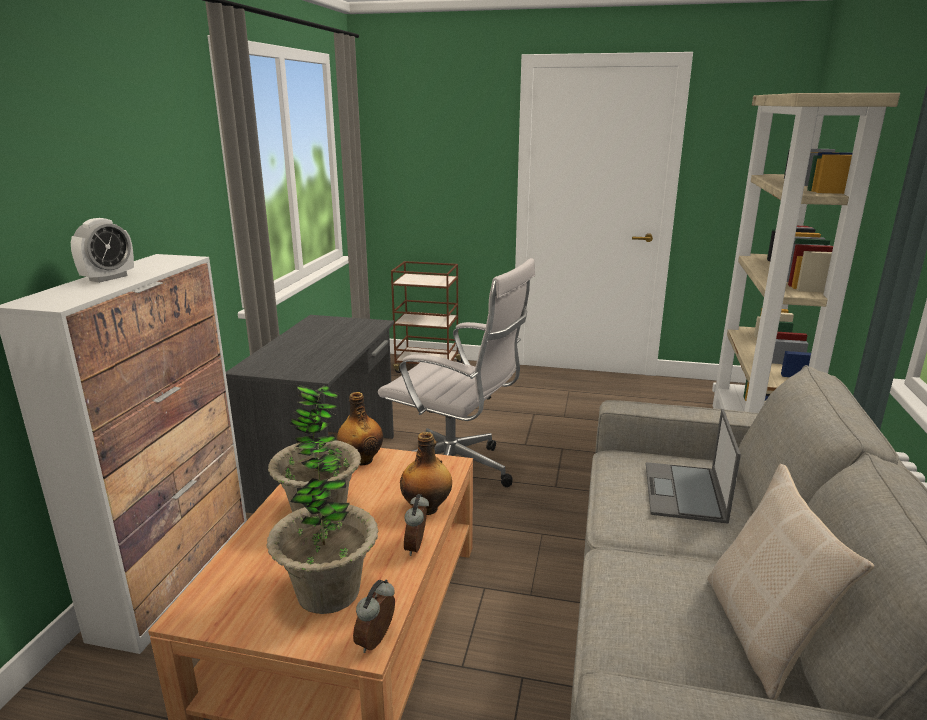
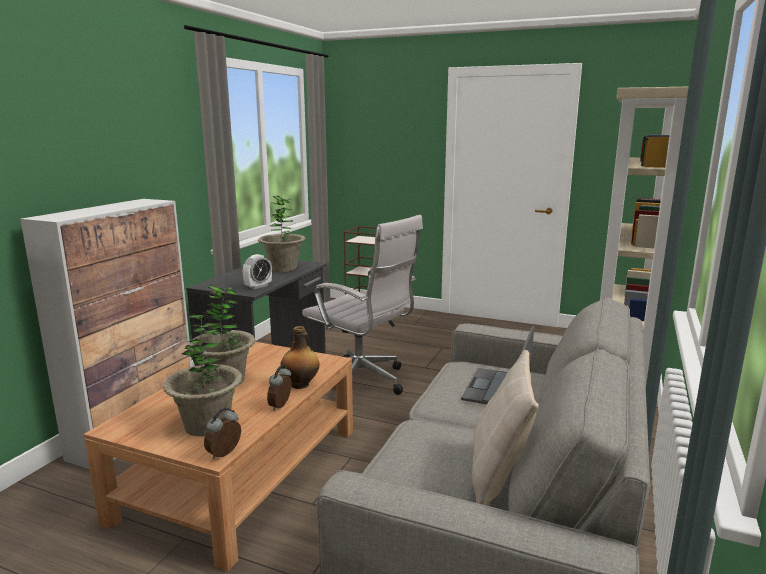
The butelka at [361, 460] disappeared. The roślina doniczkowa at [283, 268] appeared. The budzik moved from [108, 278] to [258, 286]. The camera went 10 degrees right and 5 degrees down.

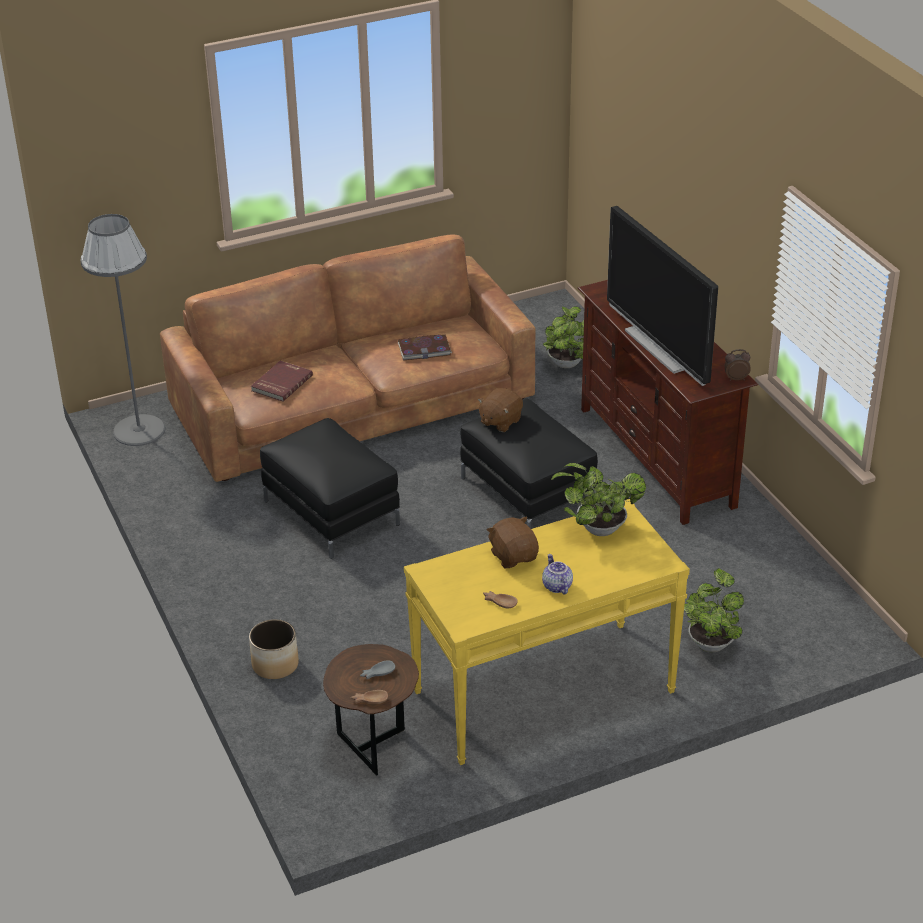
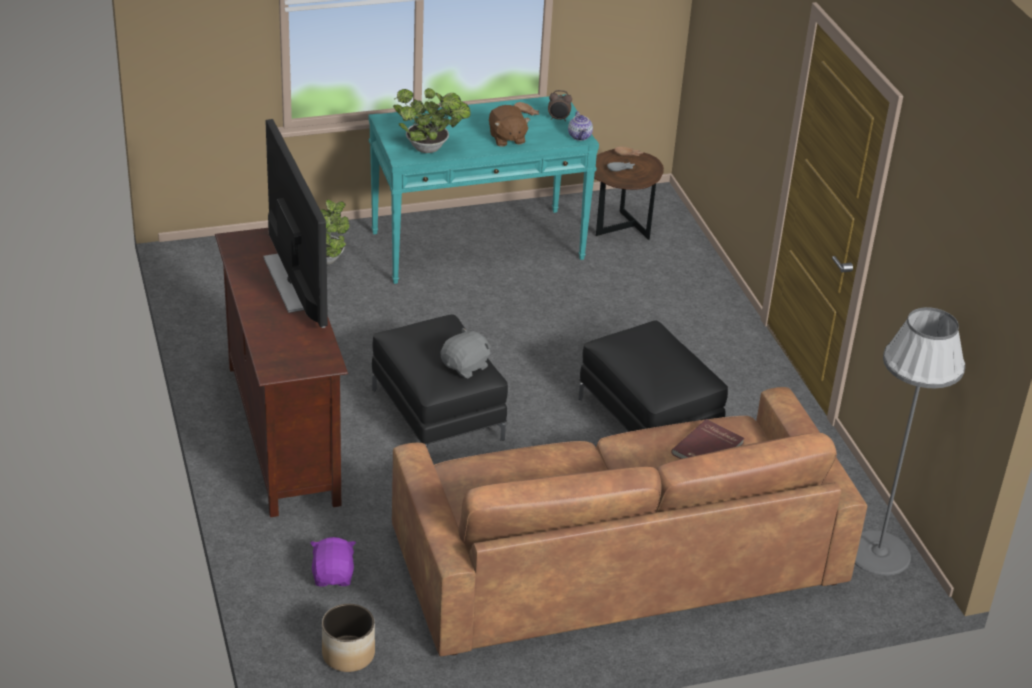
The książka at [424, 349] disappeared. The donica moved from [275, 664] to [348, 654]. The imbryk moved from [556, 586] to [580, 136]. The budzik moved from [736, 378] to [558, 119]. The roślina doniczkowa at [566, 365] was replaced by the pluszak/fioletowy at [333, 576]. The stolik konsolowy/żółty at [543, 692] became the stolik konsolowy/turkusowy at [478, 245]. The pluszak/brązowy at [500, 421] became the pluszak/szary at [466, 367]. The camera went 175 degrees left and 0 degrees up.

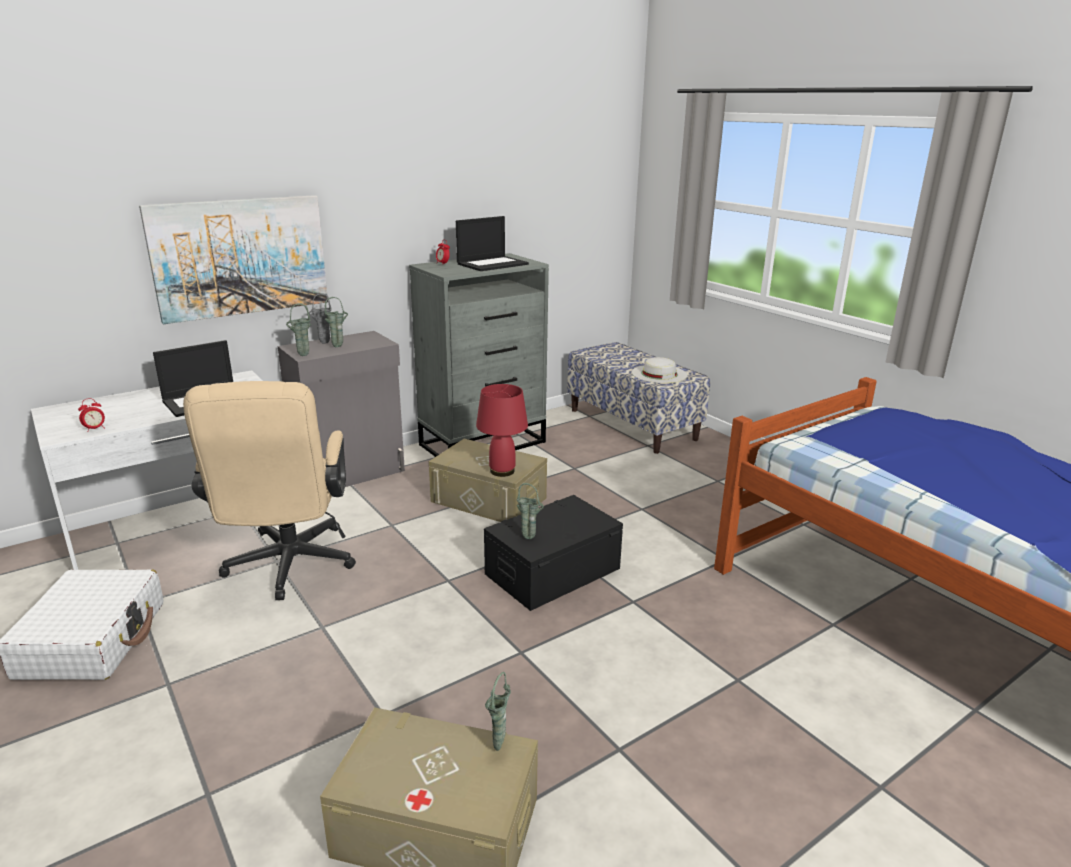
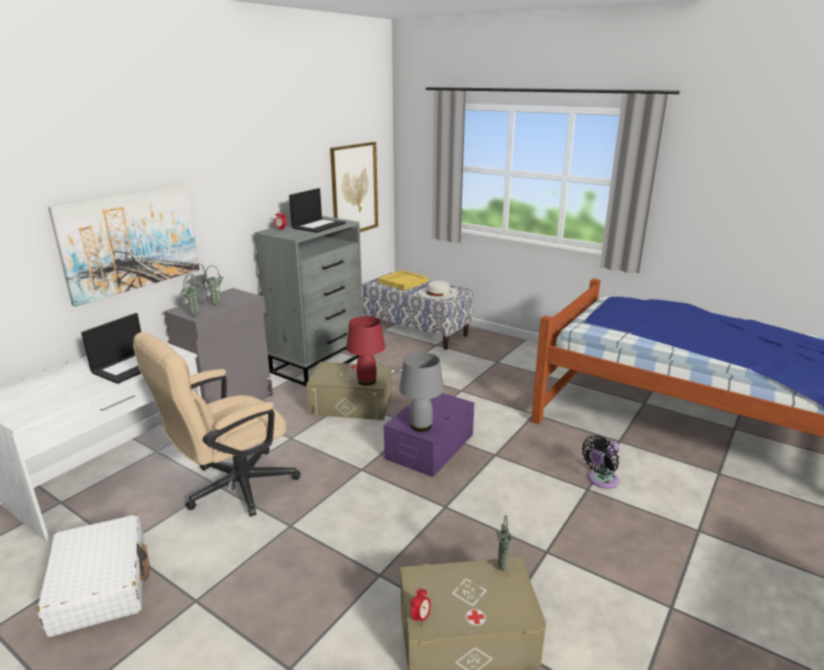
The obraz at [354, 189] appeared. The taca/żółty at [403, 282] appeared. The wentylator/czarny at [601, 480] appeared. The budzik moved from [95, 429] to [420, 617]. The wazon/zielony at [530, 539] was replaced by the lampa stołowa/szary at [421, 426]. The pojemnik do przechowywania/czarny at [552, 571] became the pojemnik do przechowywania/fioletowy at [430, 446]. The krzesło biurowe/beżowy at [288, 568] turned 75 degrees clockwise. The camera went 20 degrees left and 0 degrees up.

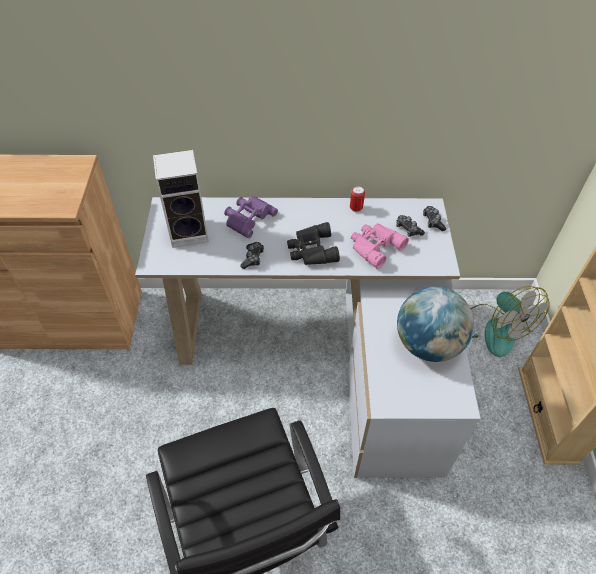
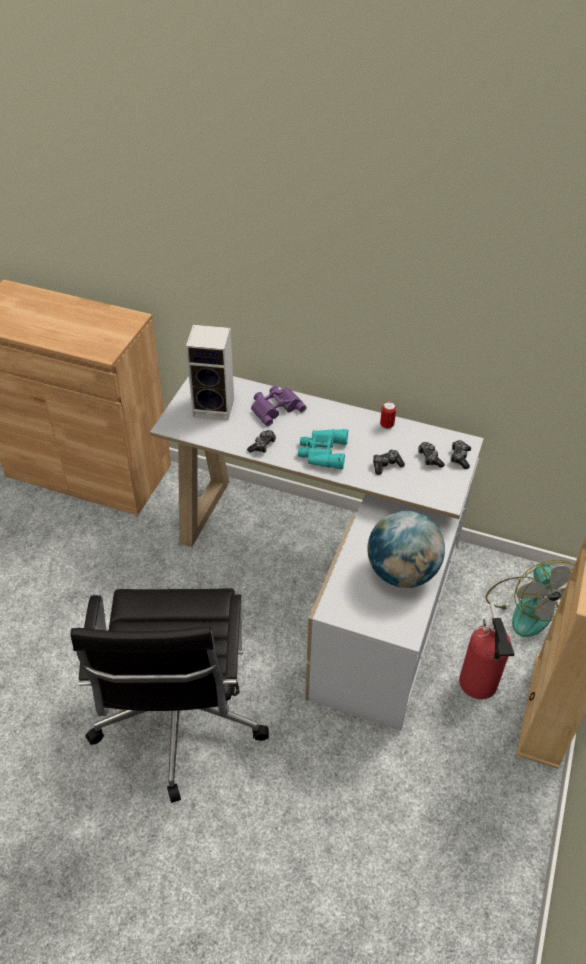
The gaśnica at [479, 686] appeared. The lornetka/różowy at [374, 246] was replaced by the pad do gier at [386, 465]. The lornetka/czarny at [311, 250] became the lornetka/turkusowy at [322, 452]. The camera went 20 degrees right and 5 degrees down.

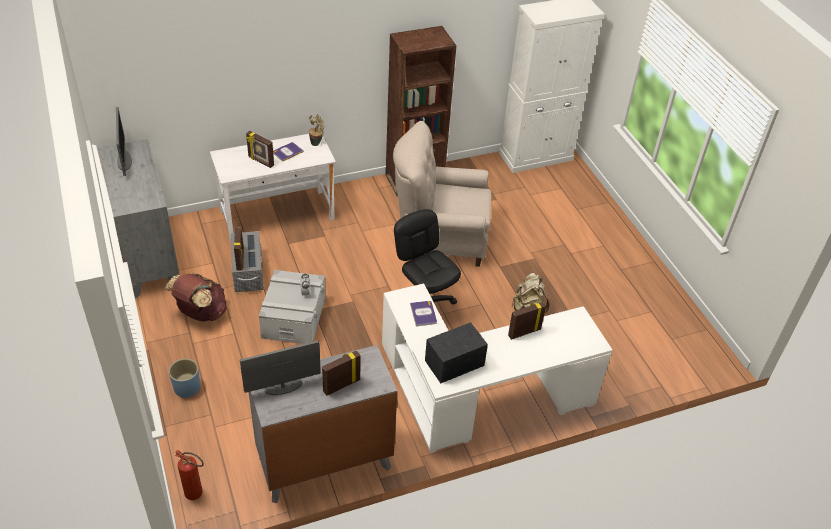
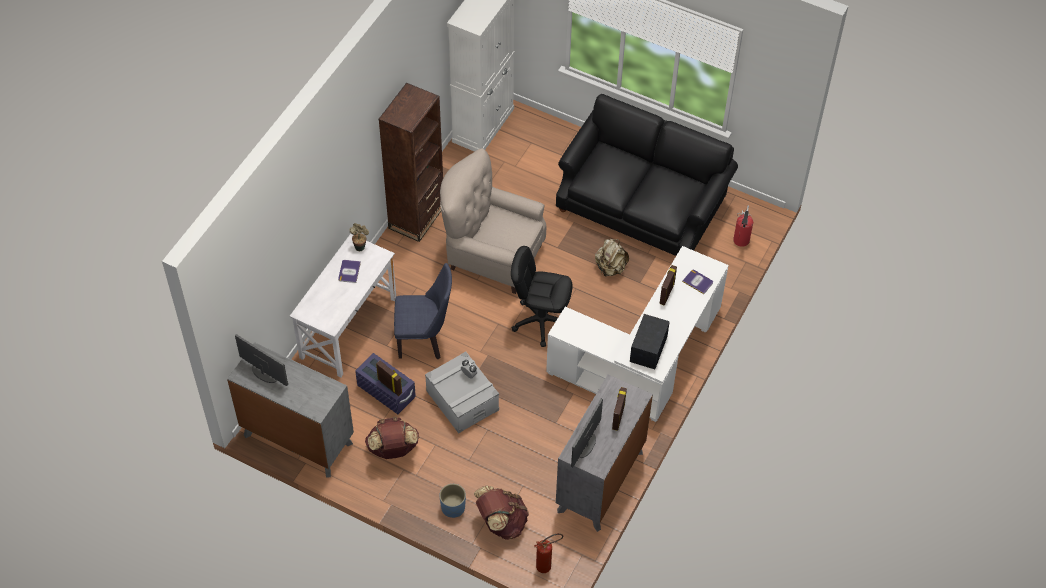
The ramka na zdjęcie at [260, 161] disappeared. The krzesło/niebieski at [425, 340] appeared. The plecak/brązowy at [501, 523] appeared. The kanapa/czarny at [641, 205] appeared. The gaśnica at [741, 241] appeared. The książka moved from [423, 313] to [698, 282]. The pojemnik do przechowywania/szary at [248, 272] became the pojemnik do przechowywania/fioletowy at [386, 391]. The fotel/beżowy at [440, 239] turned 60 degrees clockwise. The camera went 40 degrees left and 10 degrees up.

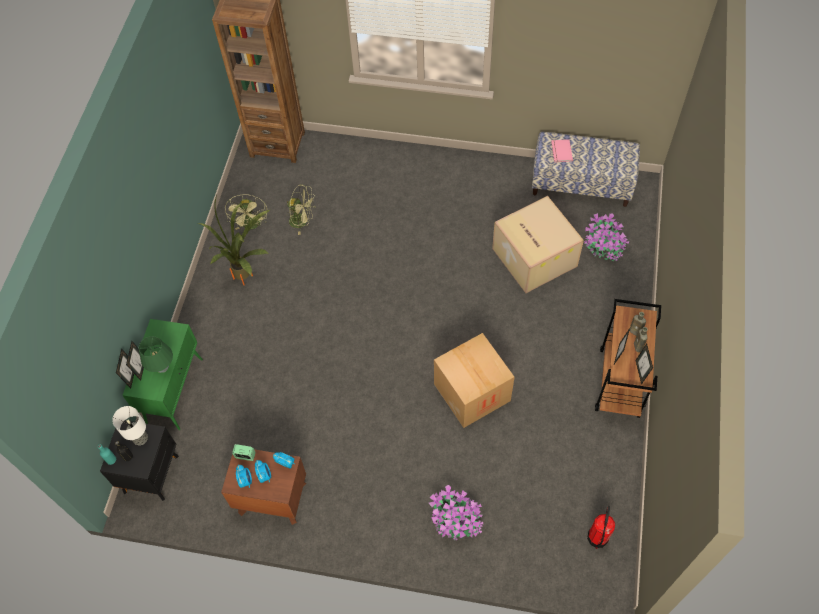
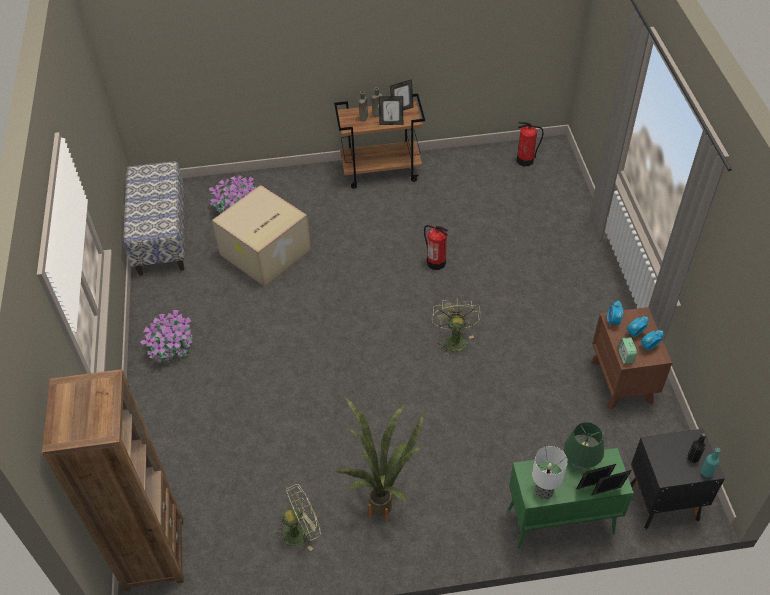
The książka/różowy at [560, 151] disappeared. The lampa stołowa moved from [140, 437] to [543, 491]. The wentylator/zielony moved from [302, 221] to [454, 339]. The roślina doniczkowa moved from [456, 520] to [171, 347]. The karton at [472, 392] was replaced by the gaśnica at [436, 262]. The camera went 110 degrees left and 10 degrees down.

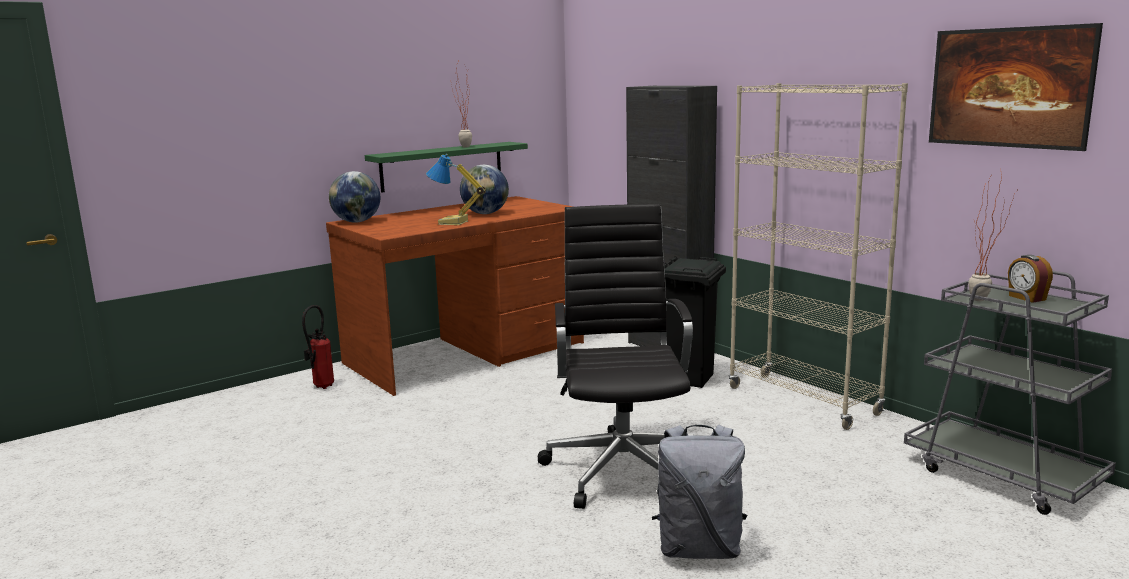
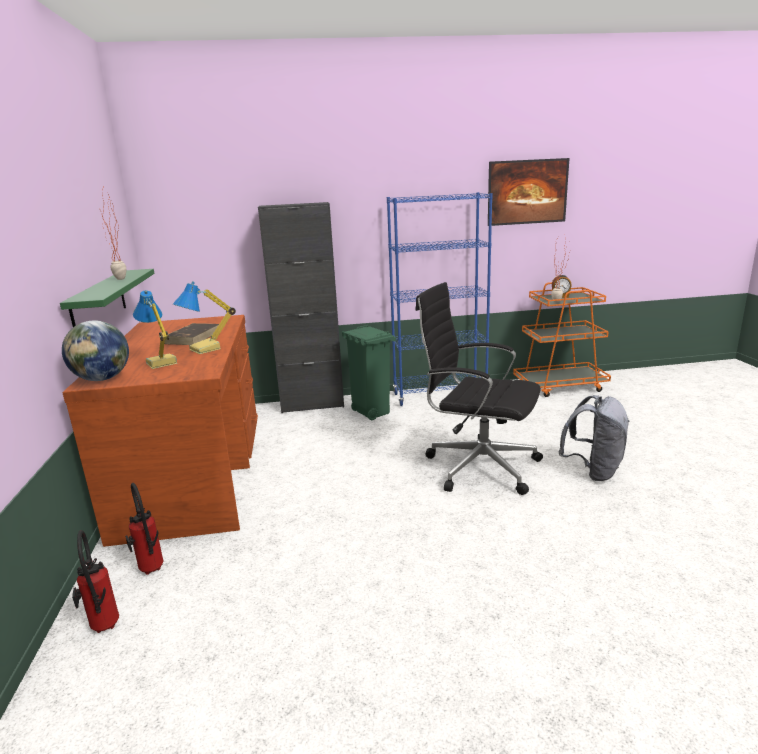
The gaśnica at [103, 629] appeared. The lampa stołowa at [160, 363] appeared. The globus at [485, 213] was replaced by the książka/brązowy at [192, 337]. The kosz na śmieci/czarny at [690, 379] became the kosz na śmieci/zielony at [371, 412]. The regał/beżowy at [803, 401] became the regał/niebieski at [440, 396]. The wózek/szary at [1003, 475] became the wózek/pomarańczowy at [560, 386]. The camera went 60 degrees left and 5 degrees up.

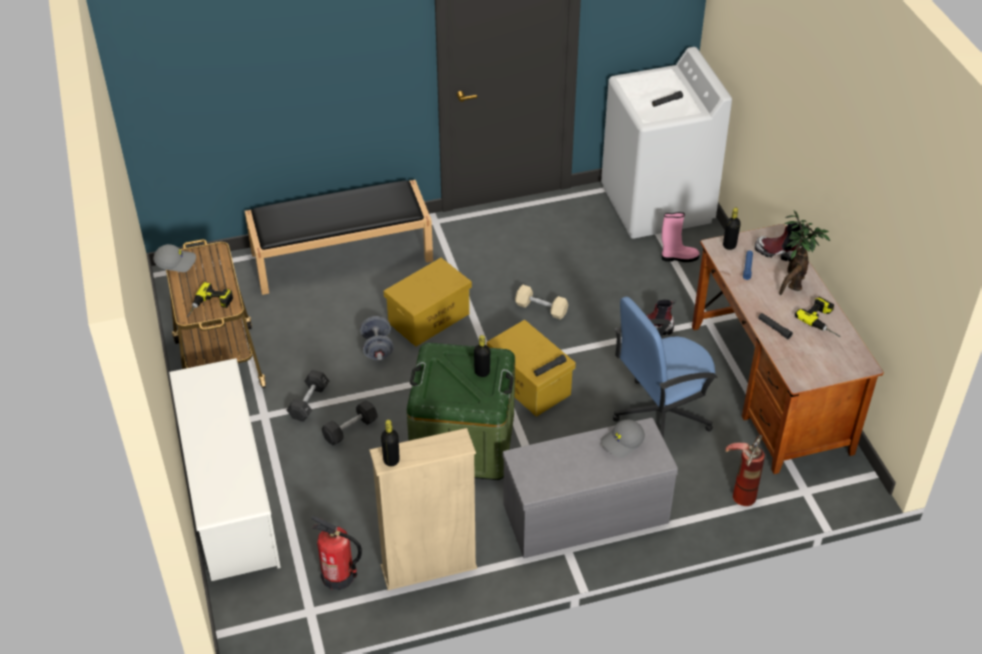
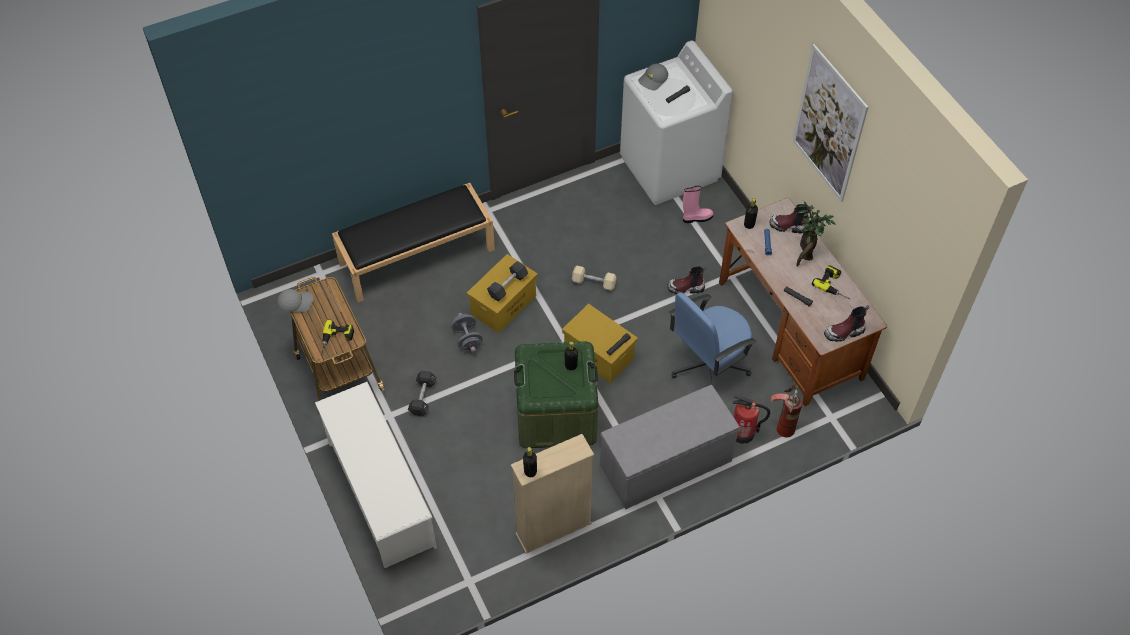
The obraz at [829, 124] appeared. The but z cholewką at [844, 332] appeared. The gaśnica moved from [338, 576] to [742, 433]. The hantel/czarny moved from [350, 429] to [508, 286]. The czapka z daszkiem/szary moved from [622, 442] to [653, 80]. The camera went 10 degrees left and 10 degrees up.

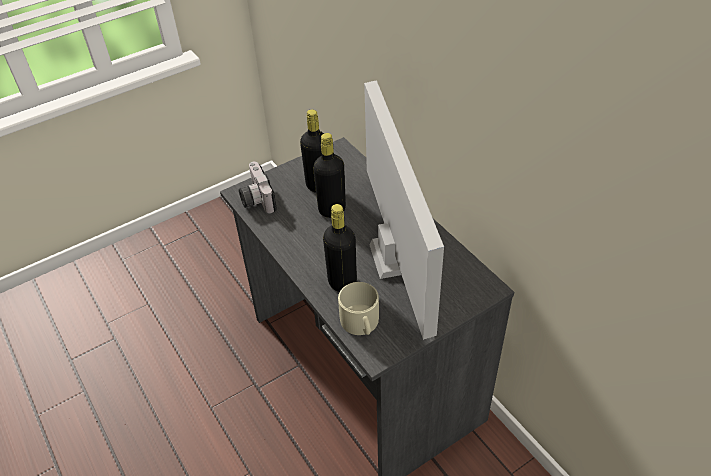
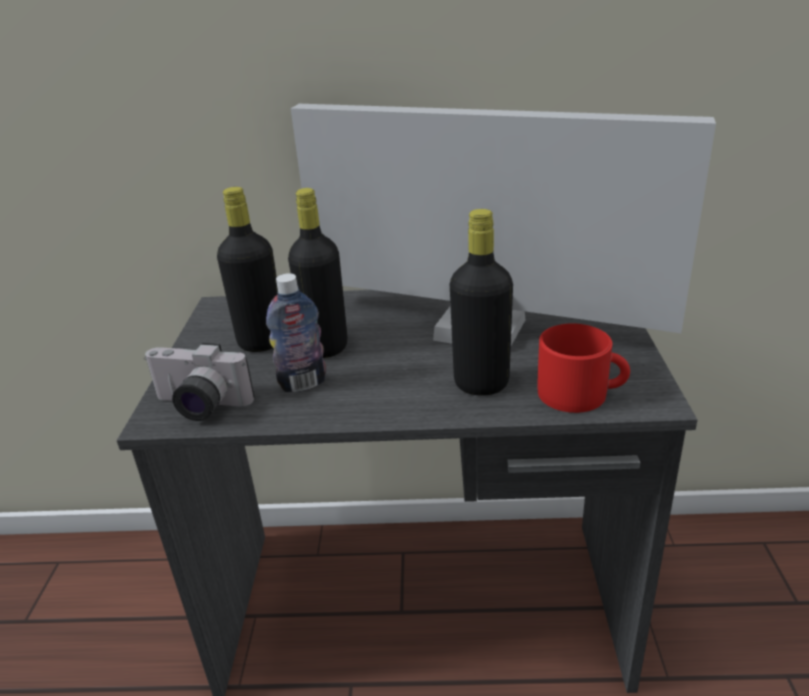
The butelka at [303, 383] appeared. The kubek/beżowy at [361, 323] became the kubek/czerwony at [581, 394]. The camera went 55 degrees left and 15 degrees down.

